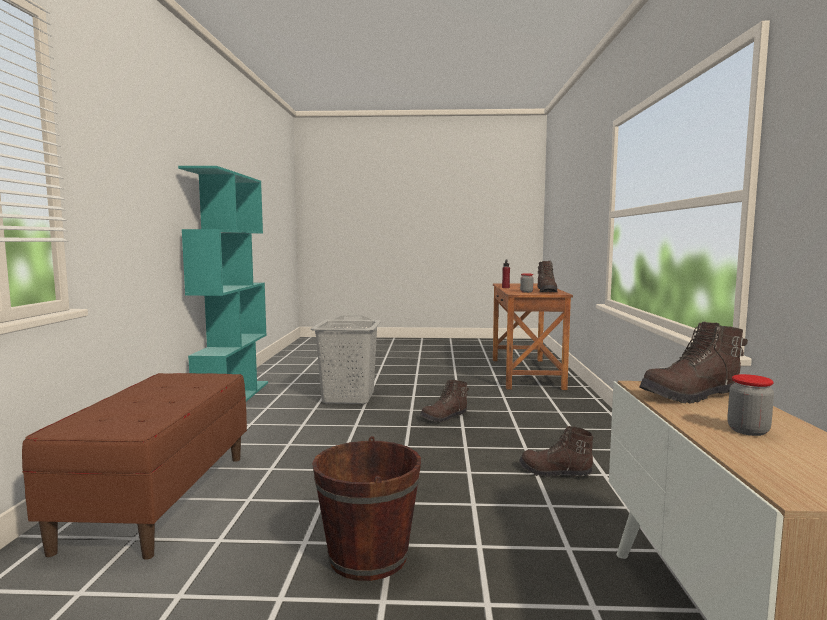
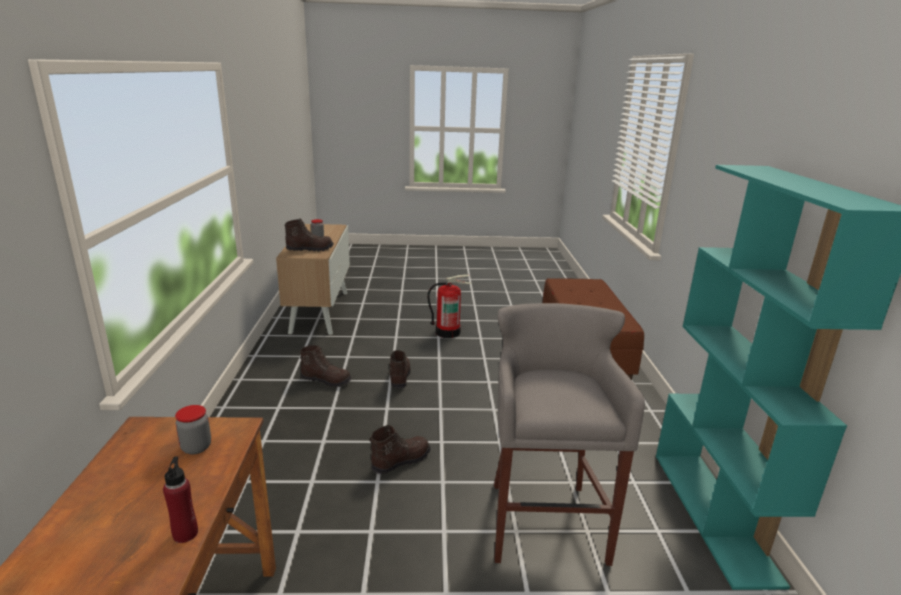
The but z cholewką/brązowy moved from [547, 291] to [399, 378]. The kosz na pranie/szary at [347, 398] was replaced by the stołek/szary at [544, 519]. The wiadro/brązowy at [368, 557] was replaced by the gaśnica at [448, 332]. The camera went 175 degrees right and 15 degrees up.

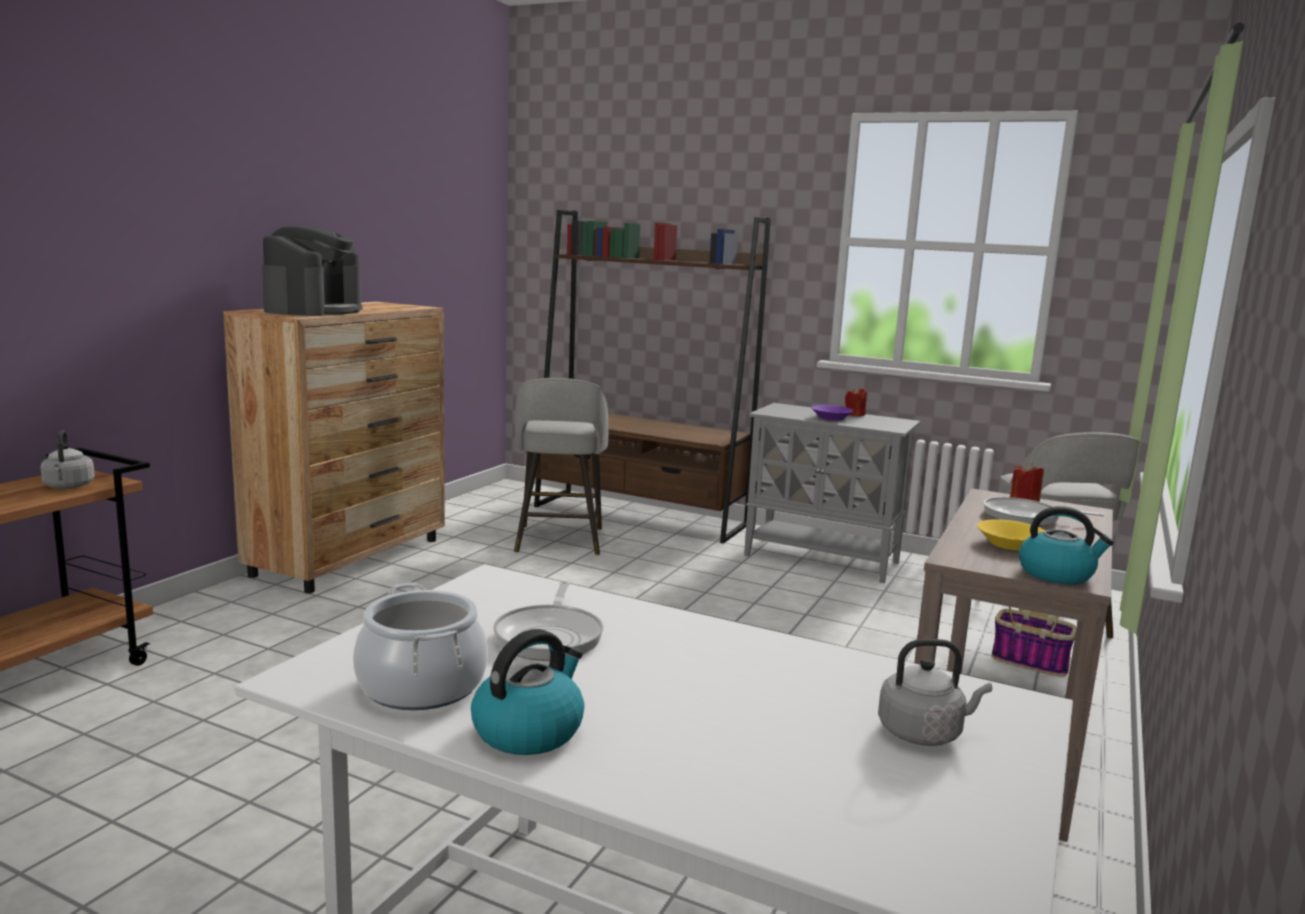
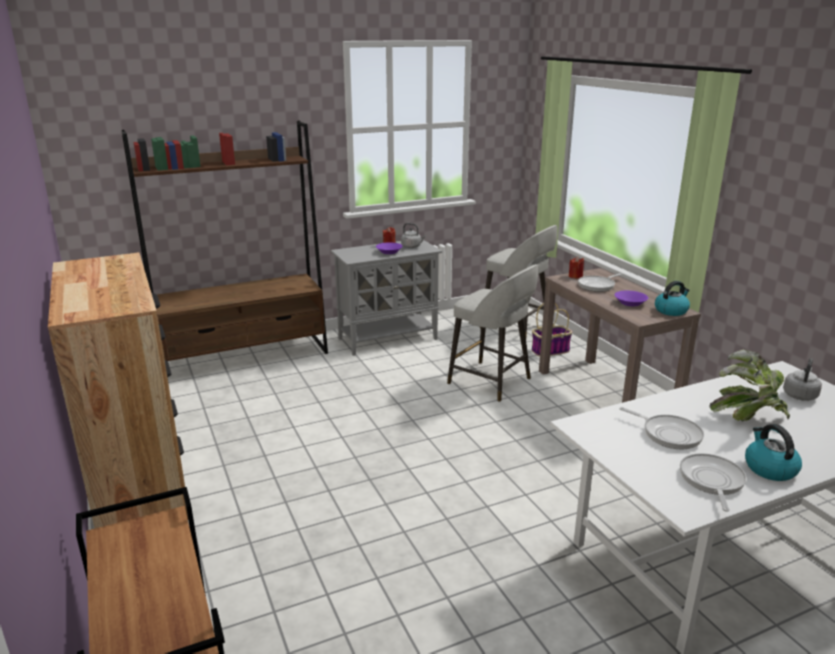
The ekspres do kawy at [314, 310] disappeared. The roślina doniczkowa at [747, 416] appeared. The czajnik/szary moved from [68, 486] to [412, 247]. The stołek/szary moved from [559, 541] to [491, 382]. The garnek at [421, 686] was replaced by the patelnia at [711, 481]. The miska/żółty at [1009, 544] became the miska/fioletowy at [630, 303]. The camera went 50 degrees left and 10 degrees up.

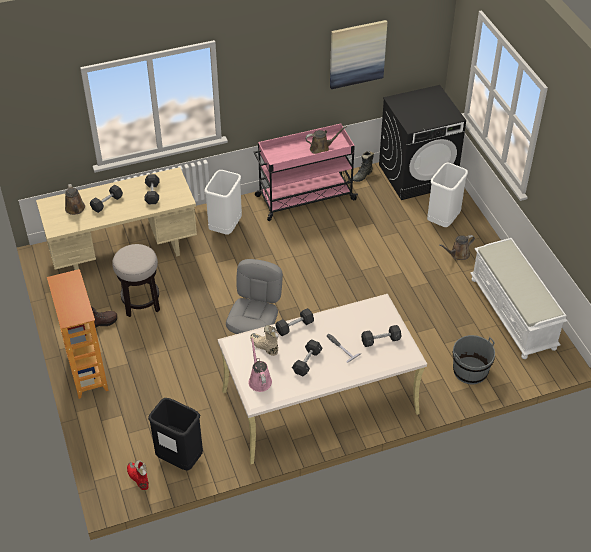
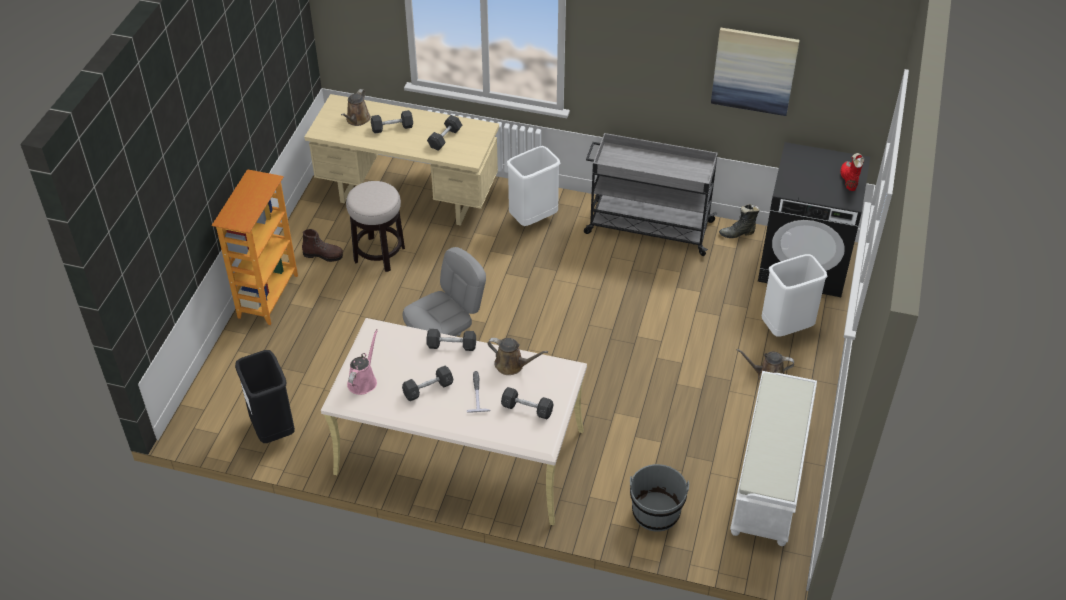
The but z cholewką/beżowy at [264, 347] disappeared. The but z cholewką/czerwony moved from [138, 478] to [848, 179]. The konewka/brązowy moved from [321, 148] to [512, 365]. The wózek/różowy at [304, 198] became the wózek/szary at [647, 227]. The camera went 35 degrees right and 0 degrees up.

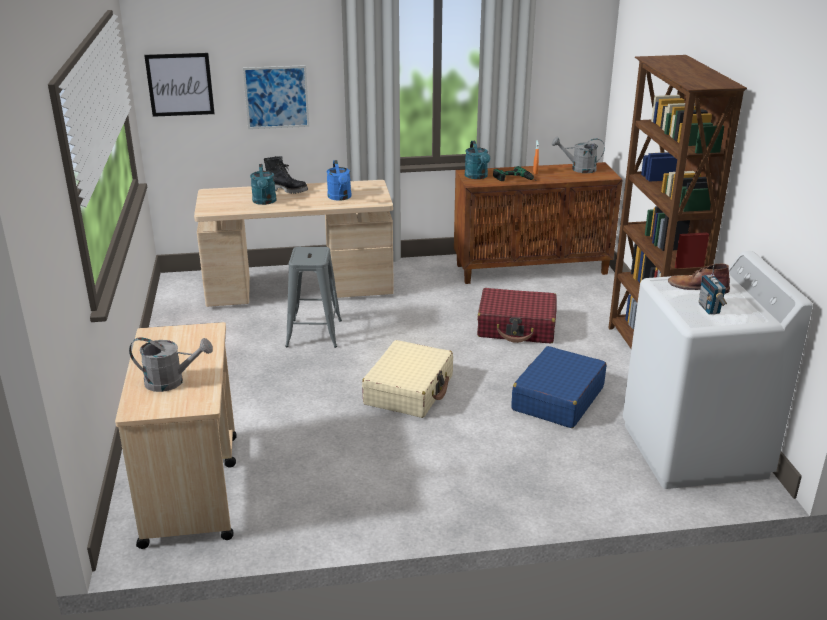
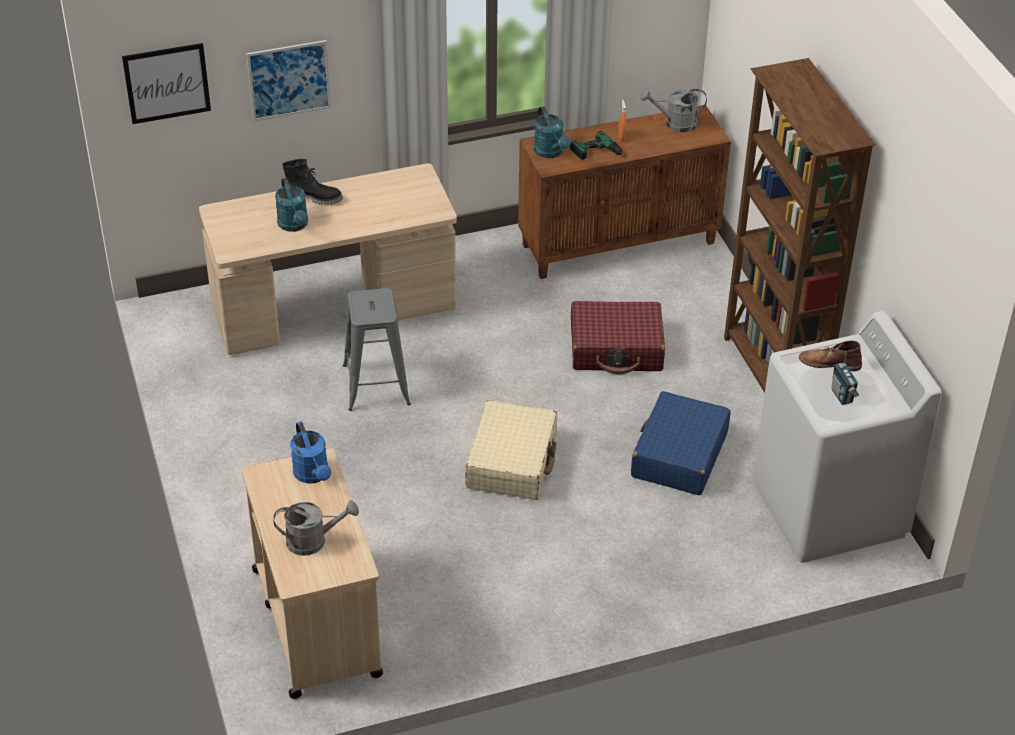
The konewka/niebieski moved from [340, 197] to [313, 475]. The camera went 10 degrees left and 15 degrees up.

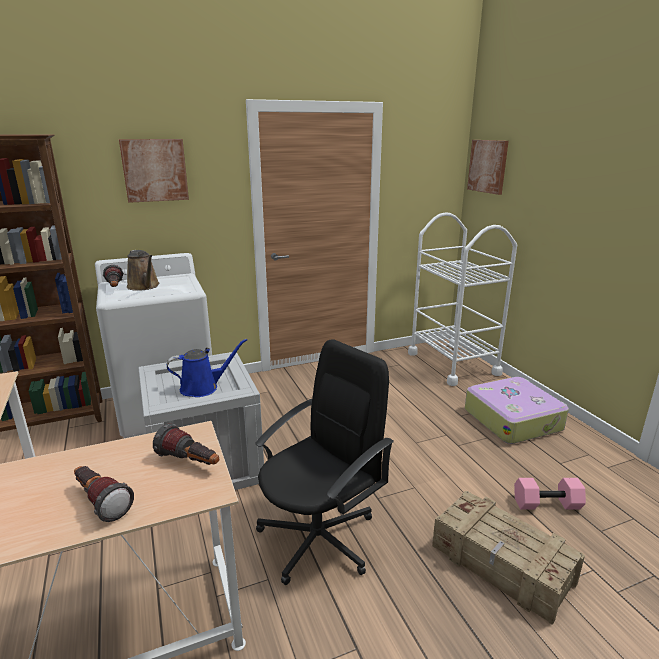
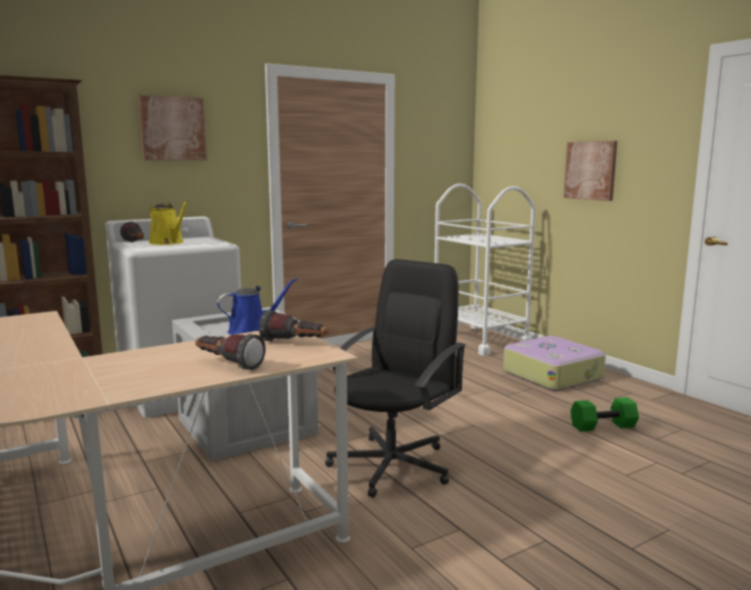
The skrzynka at [502, 565] disappeared. The obraz moved from [488, 166] to [590, 170]. The konewka/brązowy at [144, 286] became the konewka/żółty at [168, 243]. The hantel/różowy at [547, 503] became the hantel/zielony at [603, 426]. The camera went 10 degrees left and 10 degrees down.

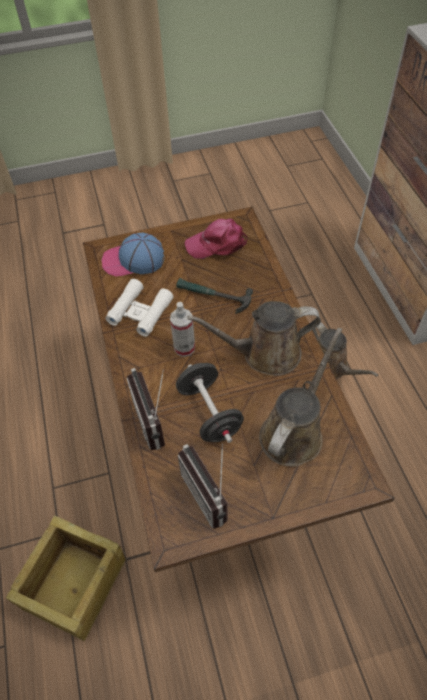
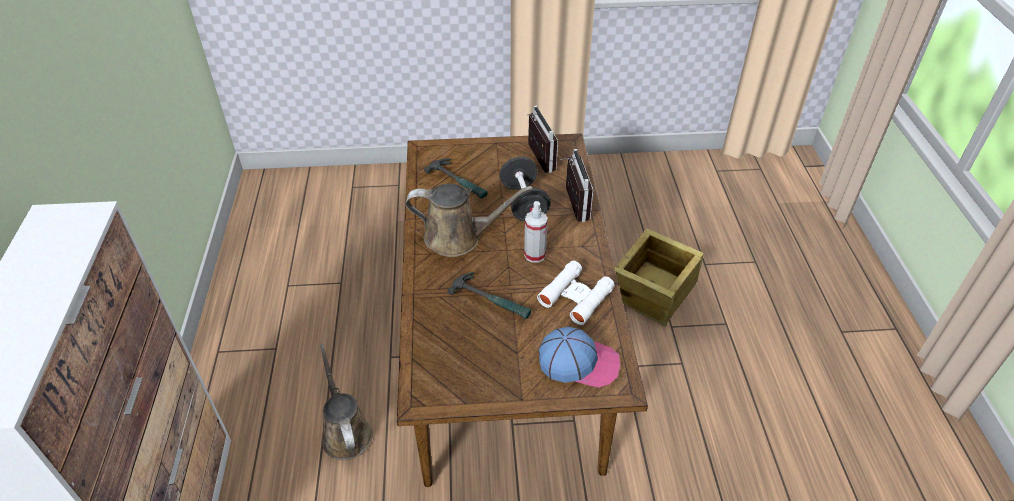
The czapka z daszkiem/różowy at [217, 244] disappeared. The konewka/brązowy at [294, 431] was replaced by the młotek at [459, 182]. The camera went 170 degrees left and 10 degrees down.

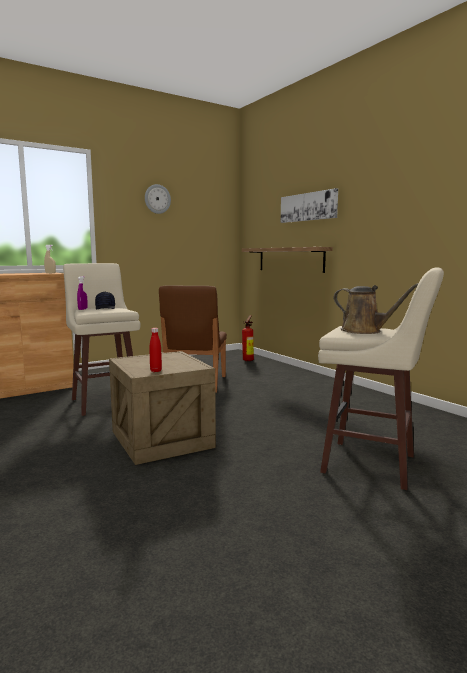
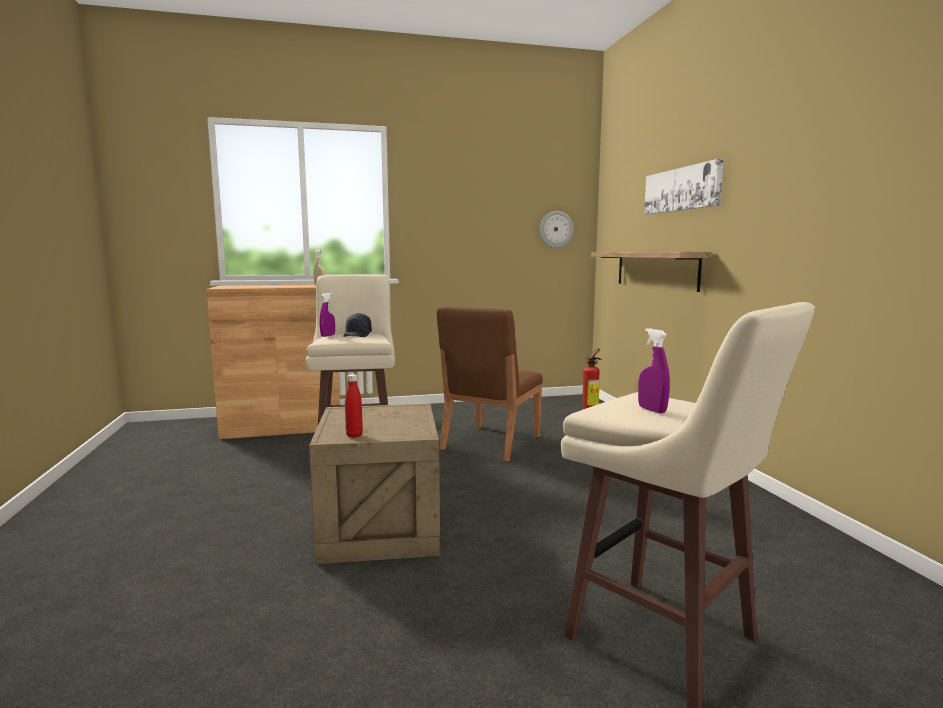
The zegar ścienny moved from [157, 199] to [556, 229]. The konewka/brązowy at [364, 331] was replaced by the spryskiwacz/fioletowy at [652, 410]. The camera went 20 degrees right and 0 degrees up.

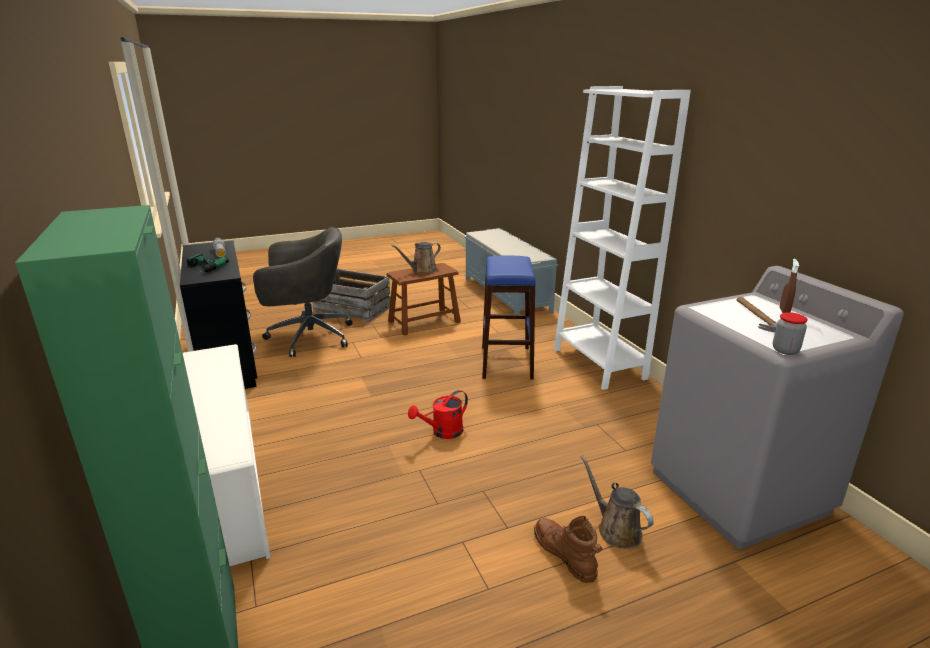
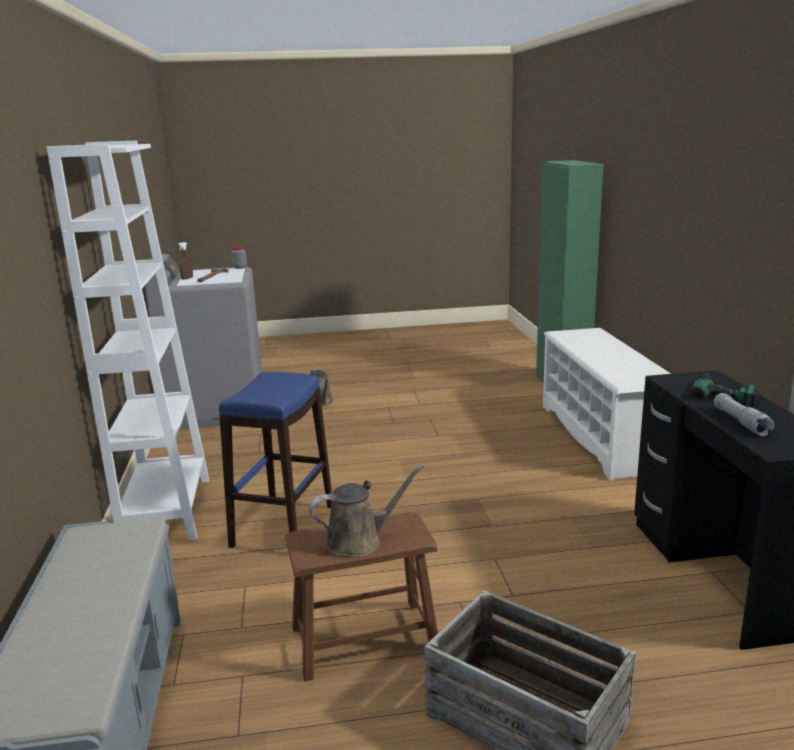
The krzesło biurowe/szary at [308, 337] disappeared. The konewka/czerwony at [442, 432] disappeared. The but z cholewką/brązowy at [564, 554] disappeared. The camera went 165 degrees left and 5 degrees down.

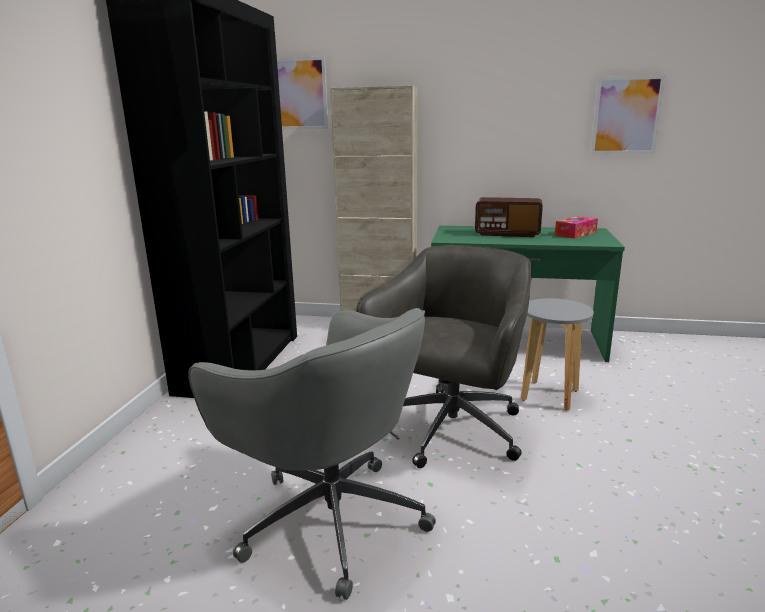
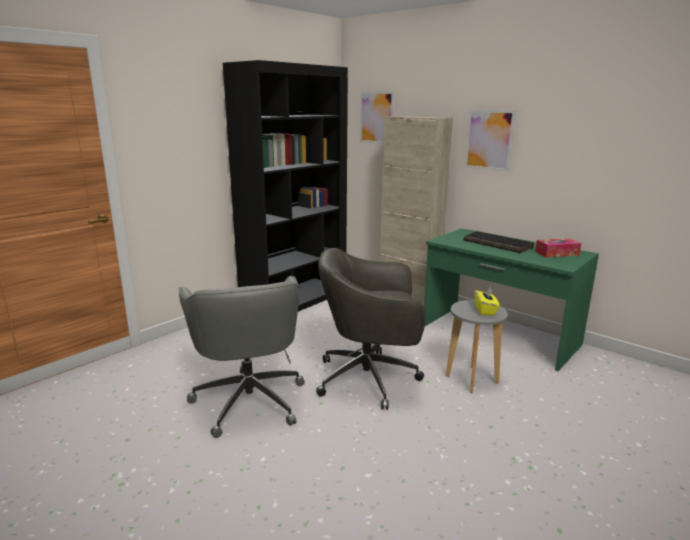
The pudełko chusteczek/żółty at [485, 310] appeared. The obraz moved from [626, 115] to [489, 140]. The radio at [507, 234] was replaced by the klawiatura at [498, 244]. The krzesło biurowe/szary at [450, 431] turned 150 degrees counterclockwise. The camera went 30 degrees right and 0 degrees up.

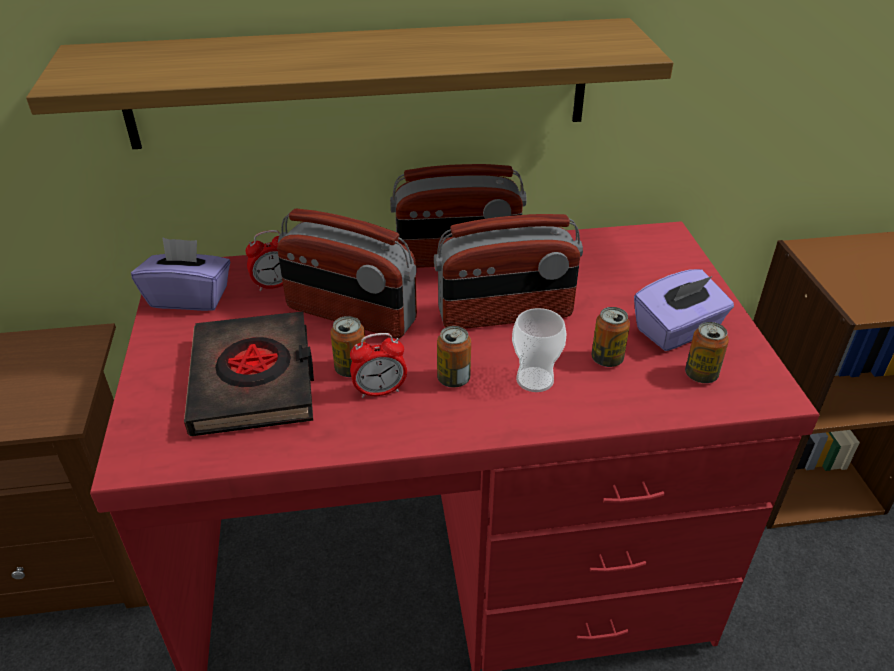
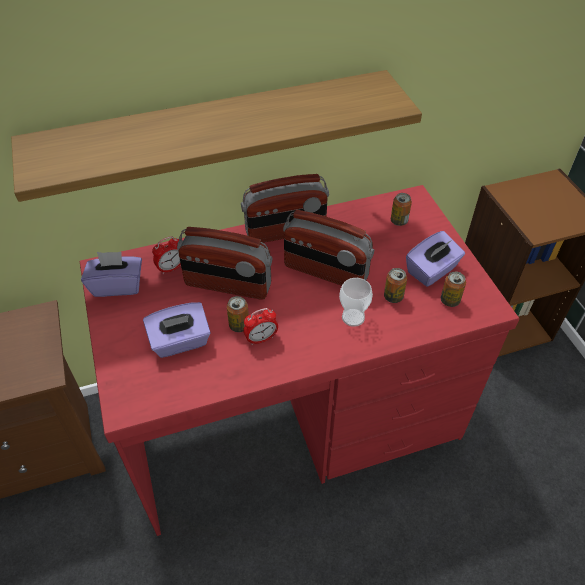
The puszka moved from [453, 379] to [399, 221]. The książka/czarny at [254, 380] was replaced by the pudełko chusteczek/fioletowy at [180, 342]. The radio at [505, 315] turned 45 degrees clockwise. The camera went 10 degrees left and 10 degrees up.

